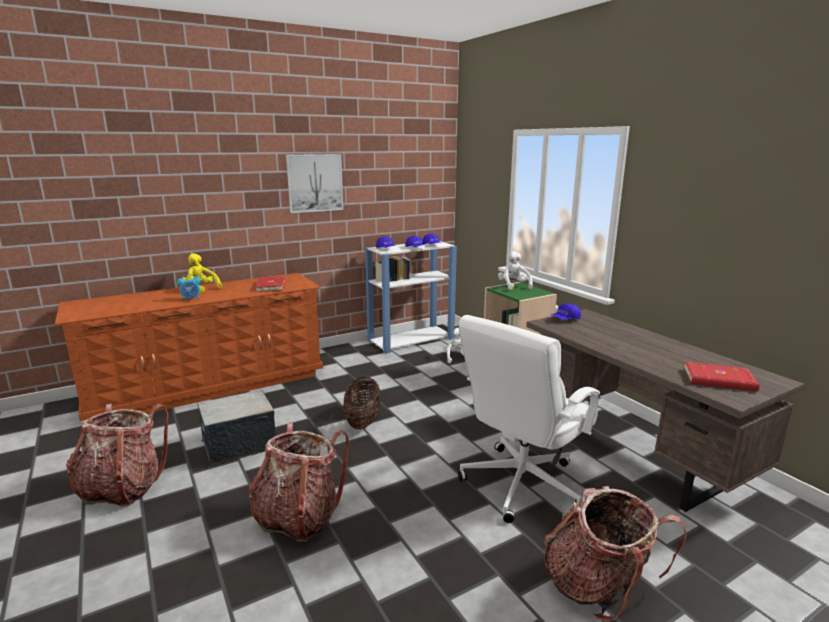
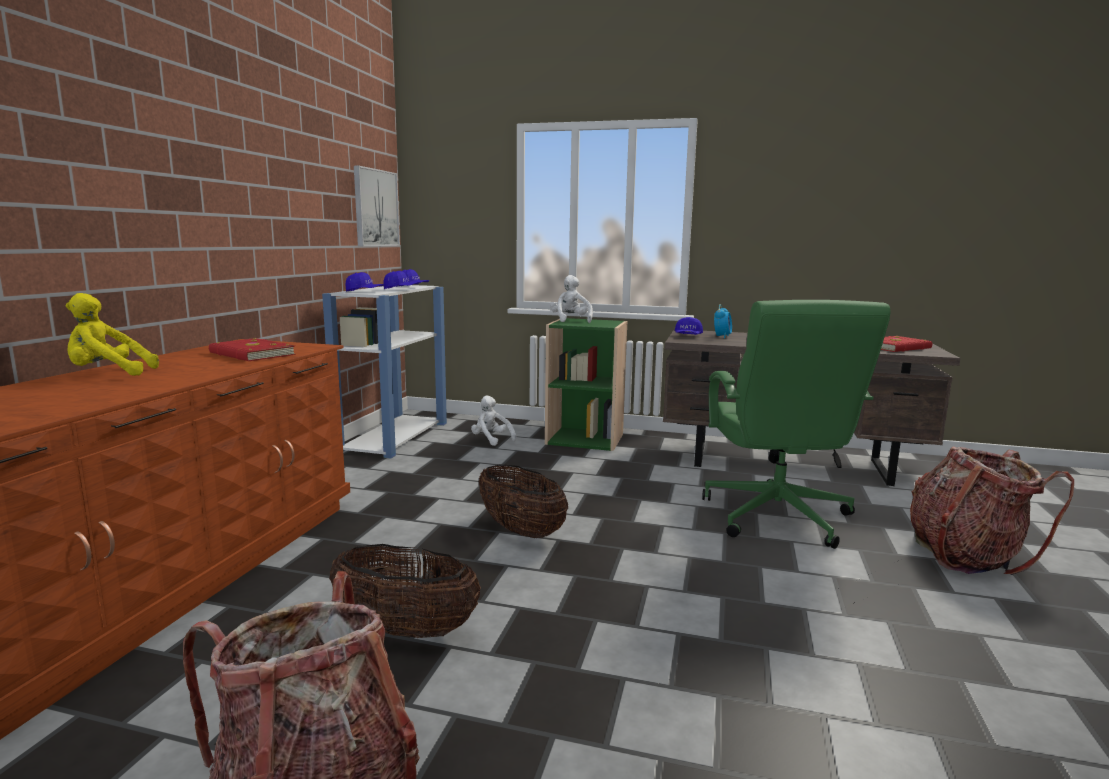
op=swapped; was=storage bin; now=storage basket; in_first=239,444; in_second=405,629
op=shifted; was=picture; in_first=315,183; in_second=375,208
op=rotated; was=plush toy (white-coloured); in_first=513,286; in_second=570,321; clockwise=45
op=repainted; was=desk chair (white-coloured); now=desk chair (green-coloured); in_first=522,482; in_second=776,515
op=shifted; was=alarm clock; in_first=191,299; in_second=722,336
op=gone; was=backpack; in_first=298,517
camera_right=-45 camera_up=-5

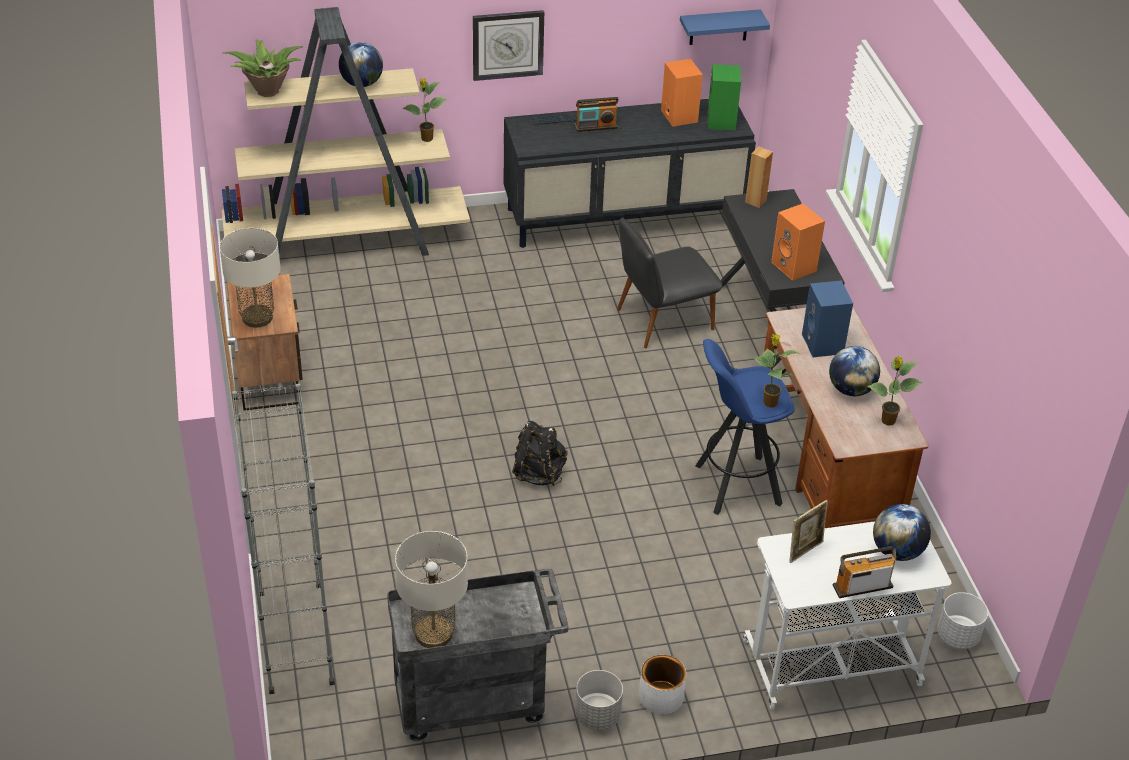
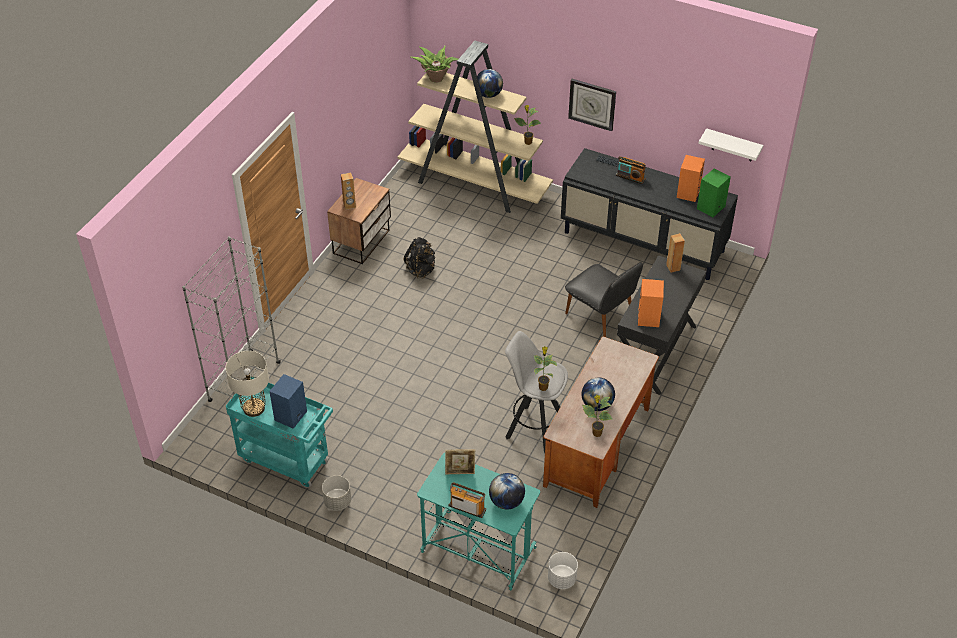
op=repainted; was=wheeled cart (black-coloured); now=wheeled cart (turquoise); in_first=477,708; in_second=288,464
op=shifted; was=loudspeaker (bluish); in_first=823,344; in_second=291,416
op=swapped; was=lamp for a table; now=loudspeaker (brownish); in_first=257,318; in_second=349,205
op=shifted; was=backpack (black-coloured); in_first=539,473; in_second=421,269
op=repainted; was=desk (white-coloured); now=desk (turquoise); in_first=831,663; in_second=478,550
op=repainted; was=stool seat (bluish); now=stool seat (grey); in_first=735,485; in_second=534,428
op=rotated; was=chair (black-coloured); in_first=665,319; in_second=599,315; clockwise=-150
op=repainted; was=shelf (bluish); now=shelf (white-coloured); in_first=719,27; in_second=733,145
op=gone; was=planter (white-coloured); in_first=660,697
camera_right=40 camera_up=5

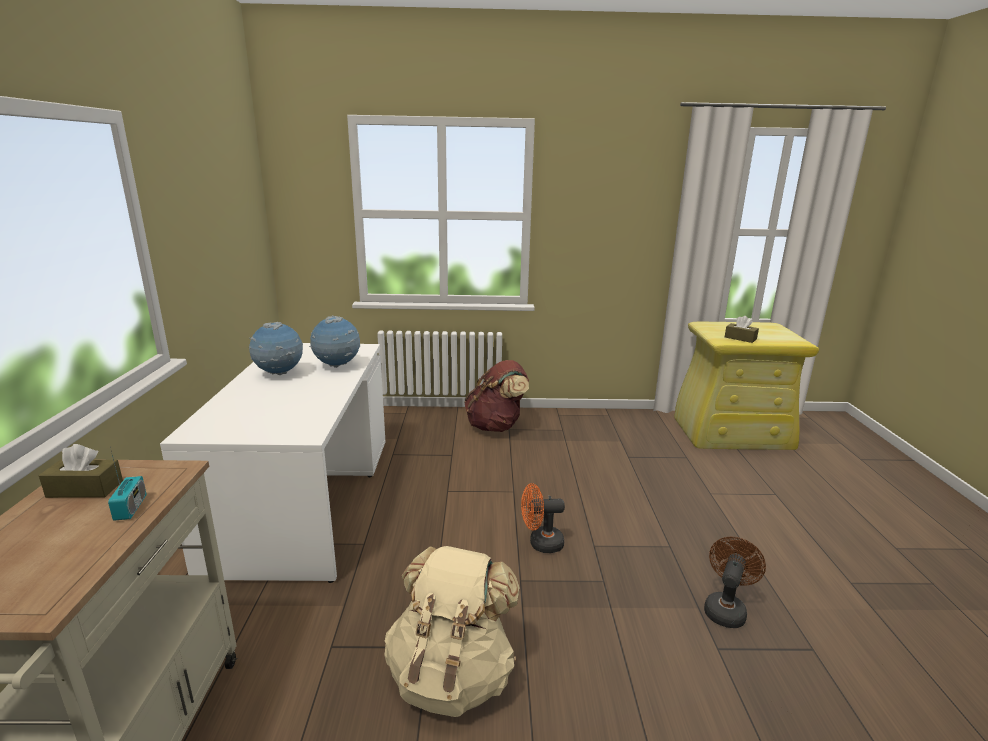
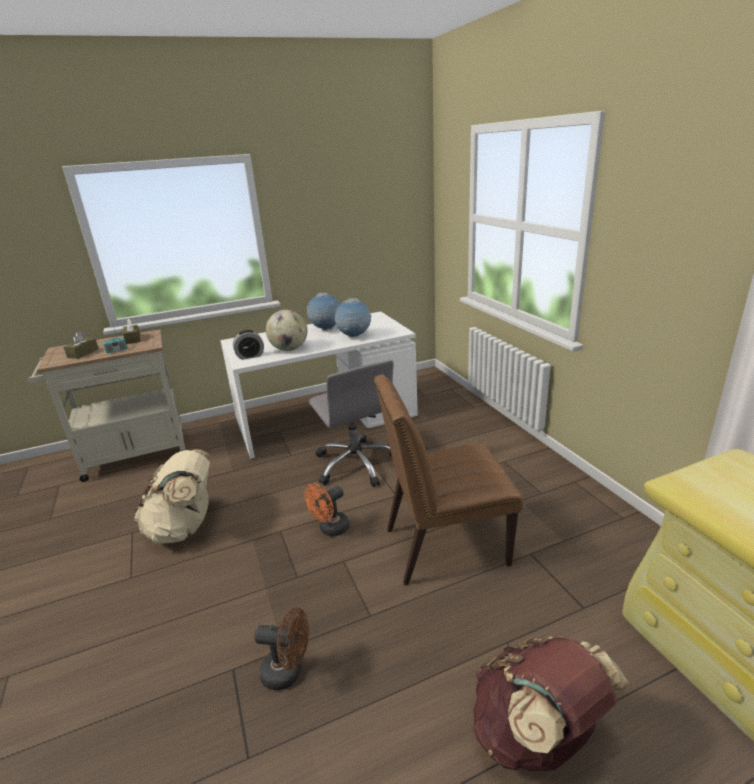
op=shifted; was=tissue holder (brownish); in_first=740,338; in_second=83,353
op=new; now=alarm clock; in_second=250,356
op=new; now=globe; in_second=289,349
op=rotated; was=cooling fan (orangey); in_first=540,543; in_second=330,529; clockwise=-105
op=new; now=desk chair (grey); in_second=356,464
op=new; now=chair (brownish); in_second=446,546
op=shifted; was=backpack (brownish); in_first=496,426; in_second=535,736
camera_right=70 camera_up=5

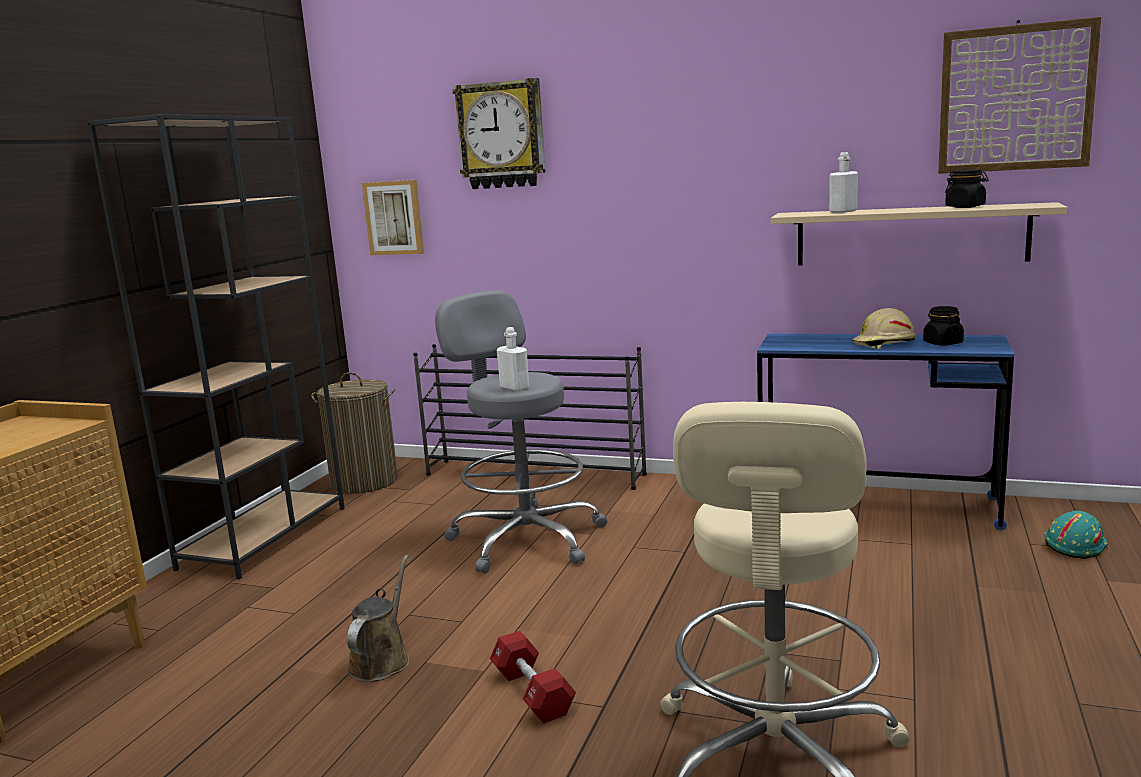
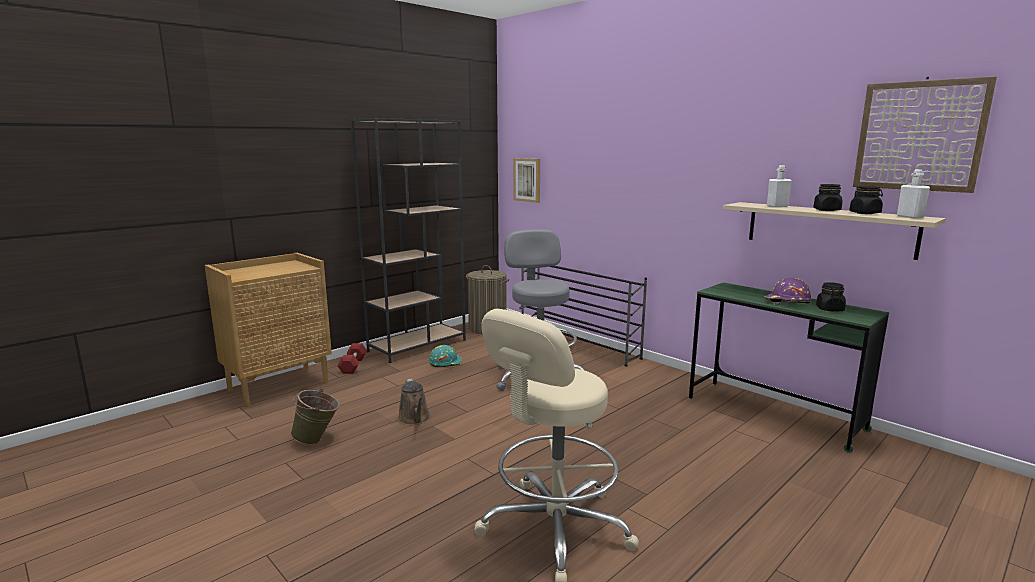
op=new; now=bucket (green-coloured); in_second=318,440
op=shifted; was=free weight (red); in_first=532,693; in_second=353,365
op=rotated; was=sprinkling can (brownish); in_first=382,660; in_second=415,419; clockwise=120
op=shifted; was=hard hat (turquoise); in_first=1074,546; in_second=445,362
op=repainted; was=desk (bluish); now=desk (green-coloured); in_first=877,505; in_second=773,413
op=repainted; was=hard hat (beige-coloured); now=hard hat (purple); in_first=883,344; in_second=786,302
op=new; now=preserve jar (black-coloured); in_second=827,210
op=shifted; was=beverage bottle (white-coloured); in_first=514,388; in_second=910,217
op=gone; was=wall clock; in_first=502,135
camera_right=25 camera_up=0

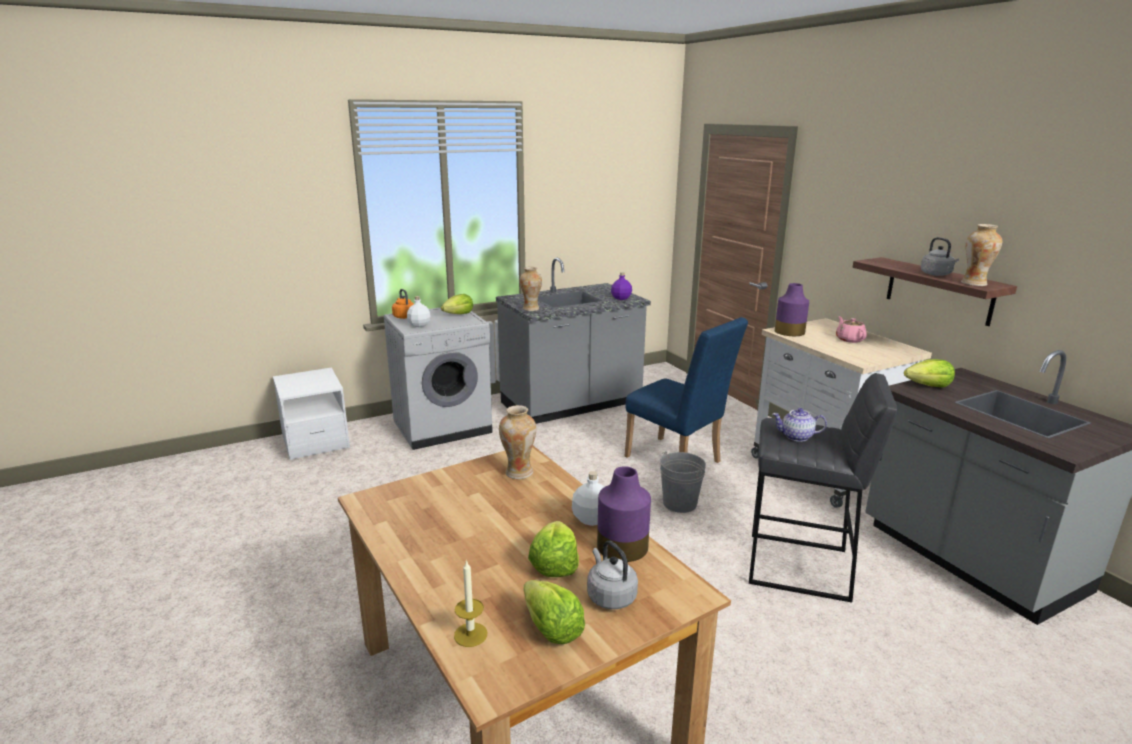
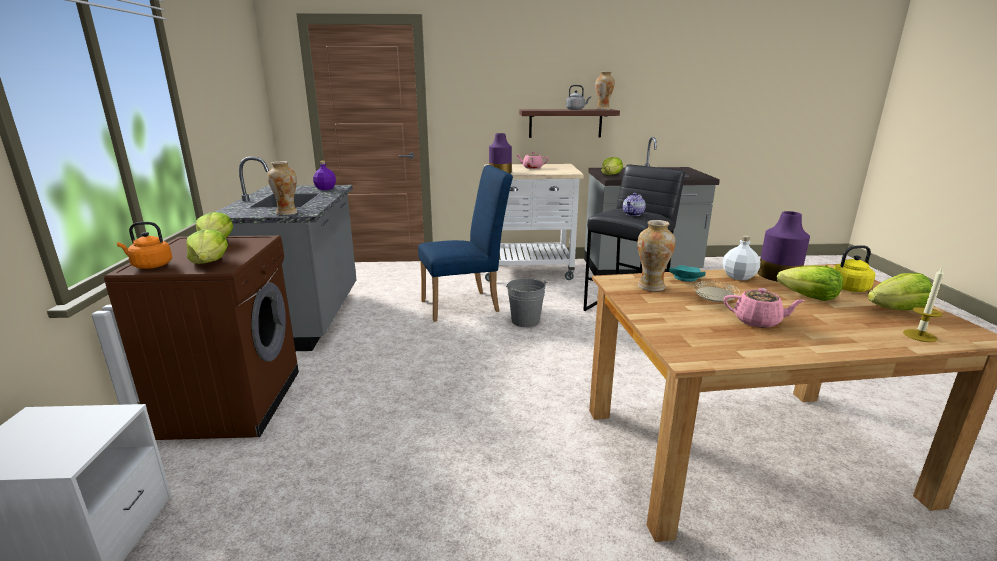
op=repainted; was=washing machine (white-coloured); now=washing machine (brownish); in_first=443,428; in_second=236,403
op=swapped; was=beverage bottle (white-coloured); now=lettuce head; in_first=419,325; in_second=209,262
op=new; now=flat dish (turquoise); in_second=685,279
op=new; now=flat dish (beige-coloured); in_second=714,302
op=new; now=tea pot (pink); in_second=758,321
op=repainted; was=tea kettle (grey); now=tea kettle (yellow); in_first=610,596; in_second=847,288
camera_right=-65 camera_up=0

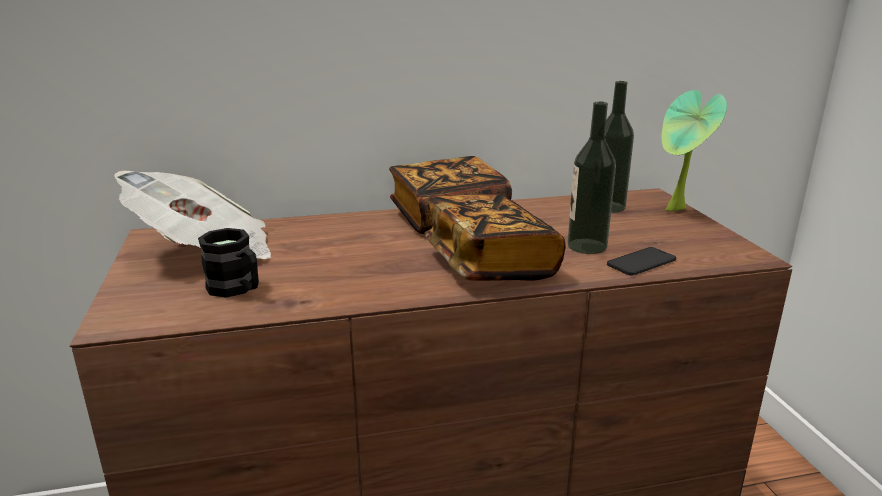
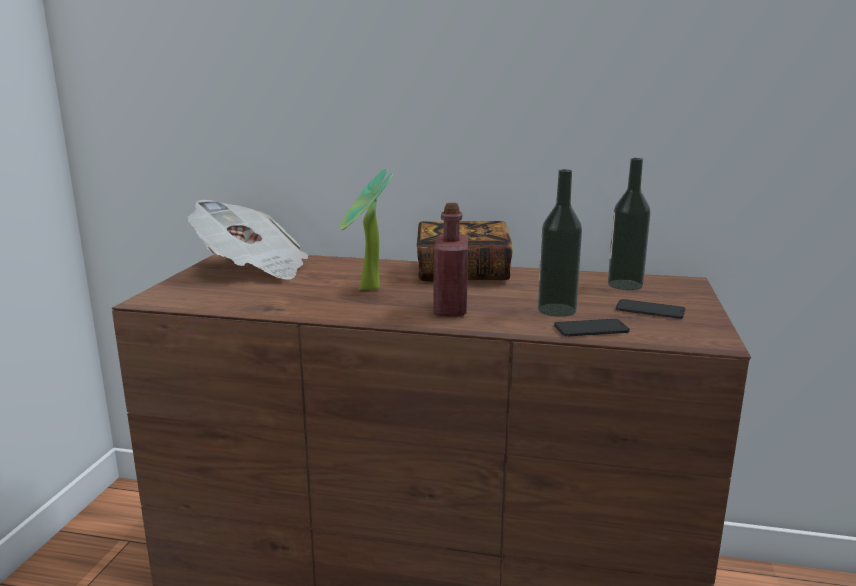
op=shifted; was=potted plant; in_first=676,211; in_second=367,290
op=swapped; was=bound book; now=beverage bottle (red); in_first=489,264; in_second=450,309
op=new; now=phone; in_second=650,310
op=gone; was=tea mug (black-coloured); in_first=237,289
camera_right=25 camera_up=-5

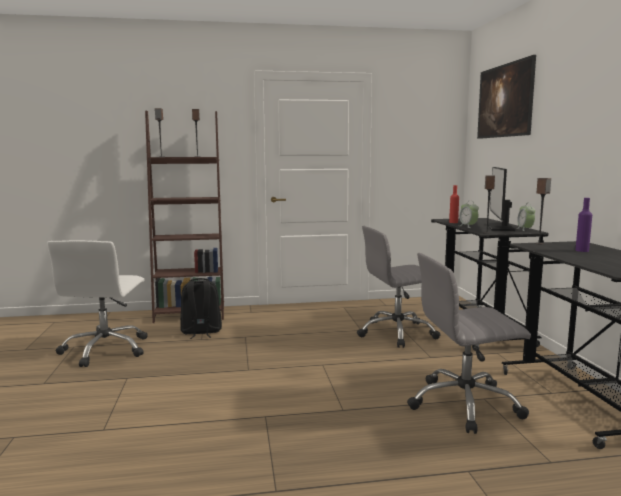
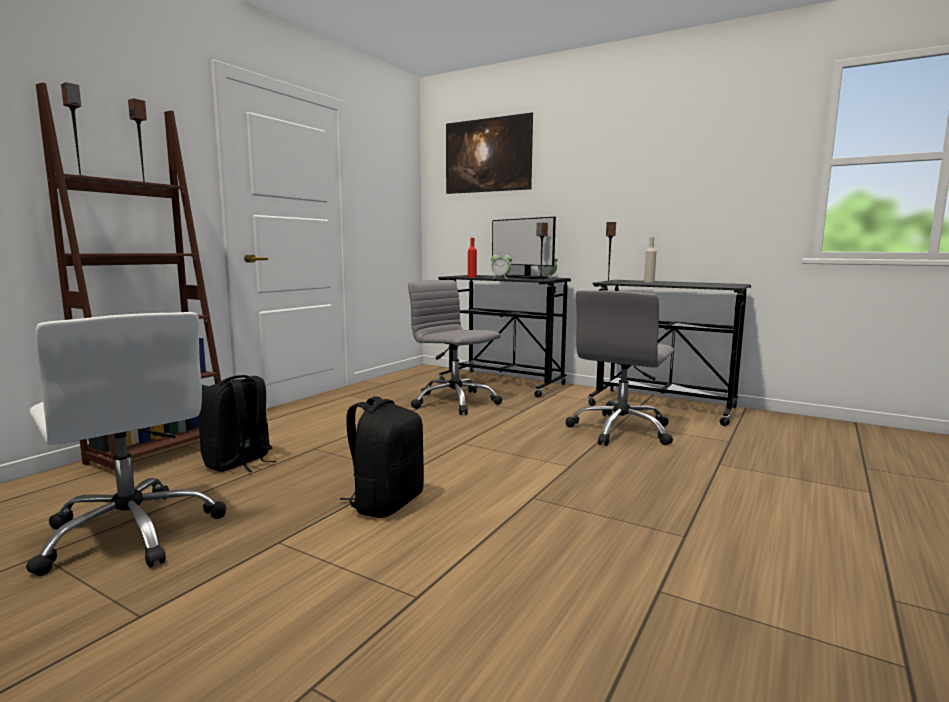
op=new; now=backpack (black-coloured); in_second=386,503
op=rotated; was=desk chair (grey); in_first=396,333; in_second=454,402; clockwise=105
op=repainted; was=beverage bottle (purple); now=beverage bottle (beige-coloured); in_first=582,250; in_second=649,282
camera_right=-50 camera_up=0

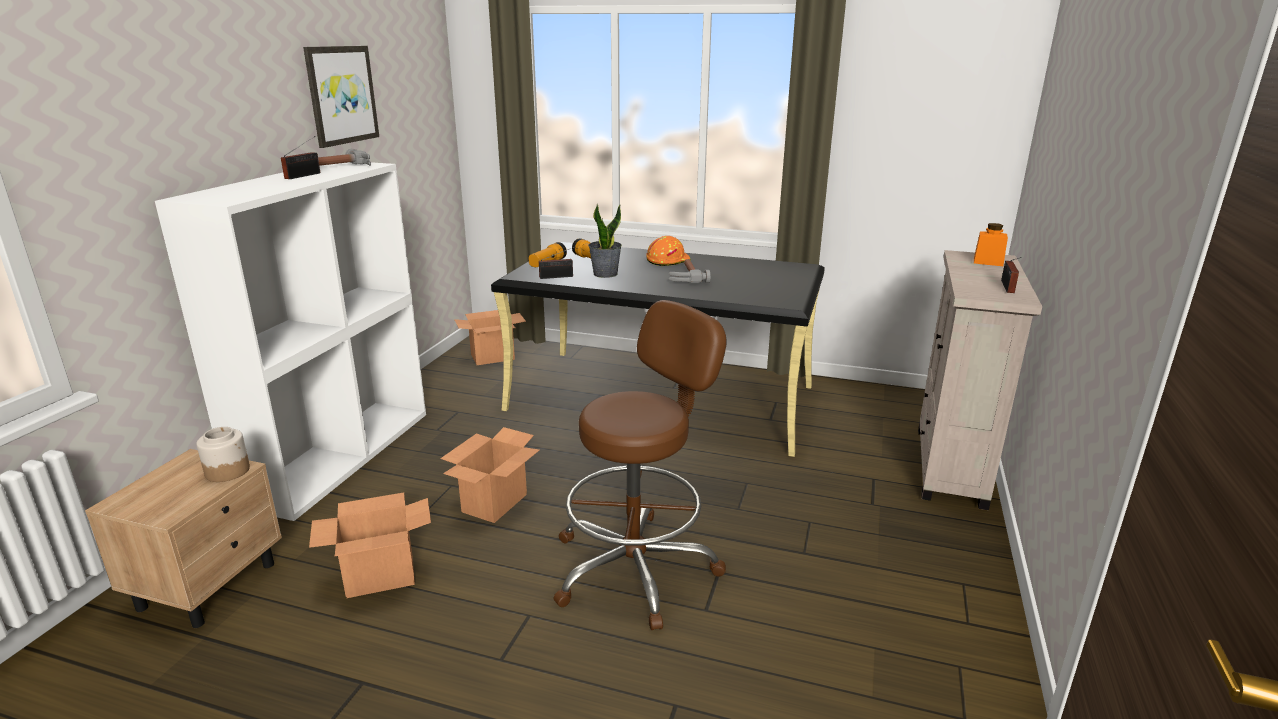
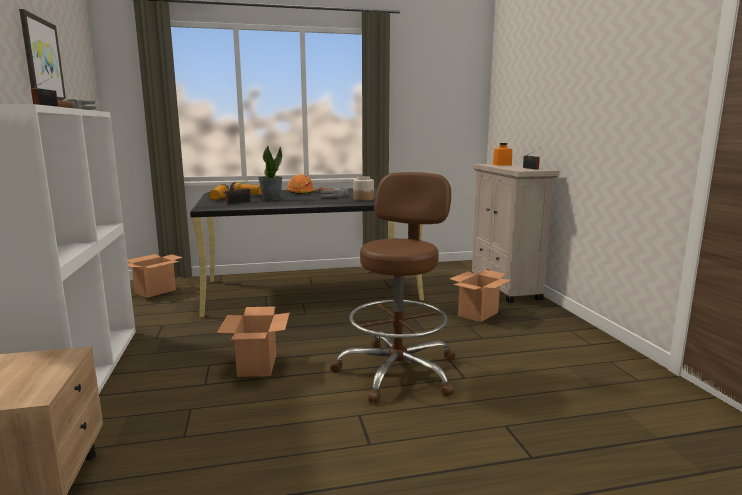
op=shifted; was=preserve jar; in_first=227,471; in_second=363,199
op=shifted; was=packing box; in_first=379,577; in_second=478,314
camera_right=-30 camera_up=-10

